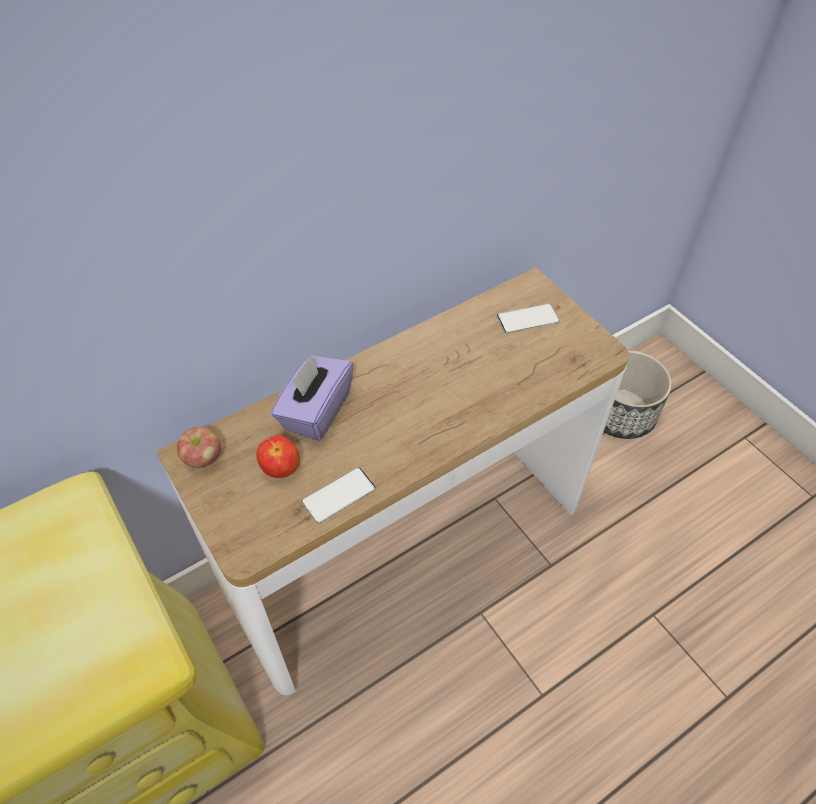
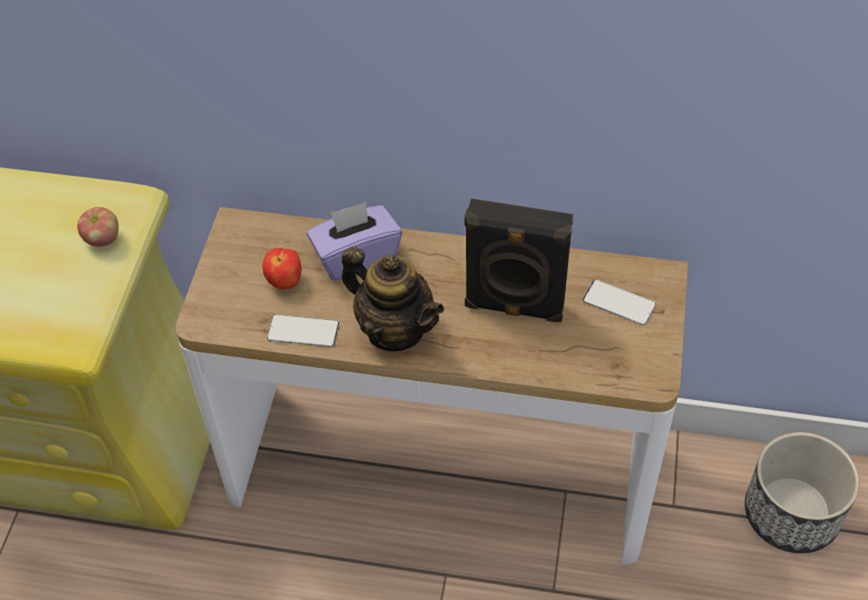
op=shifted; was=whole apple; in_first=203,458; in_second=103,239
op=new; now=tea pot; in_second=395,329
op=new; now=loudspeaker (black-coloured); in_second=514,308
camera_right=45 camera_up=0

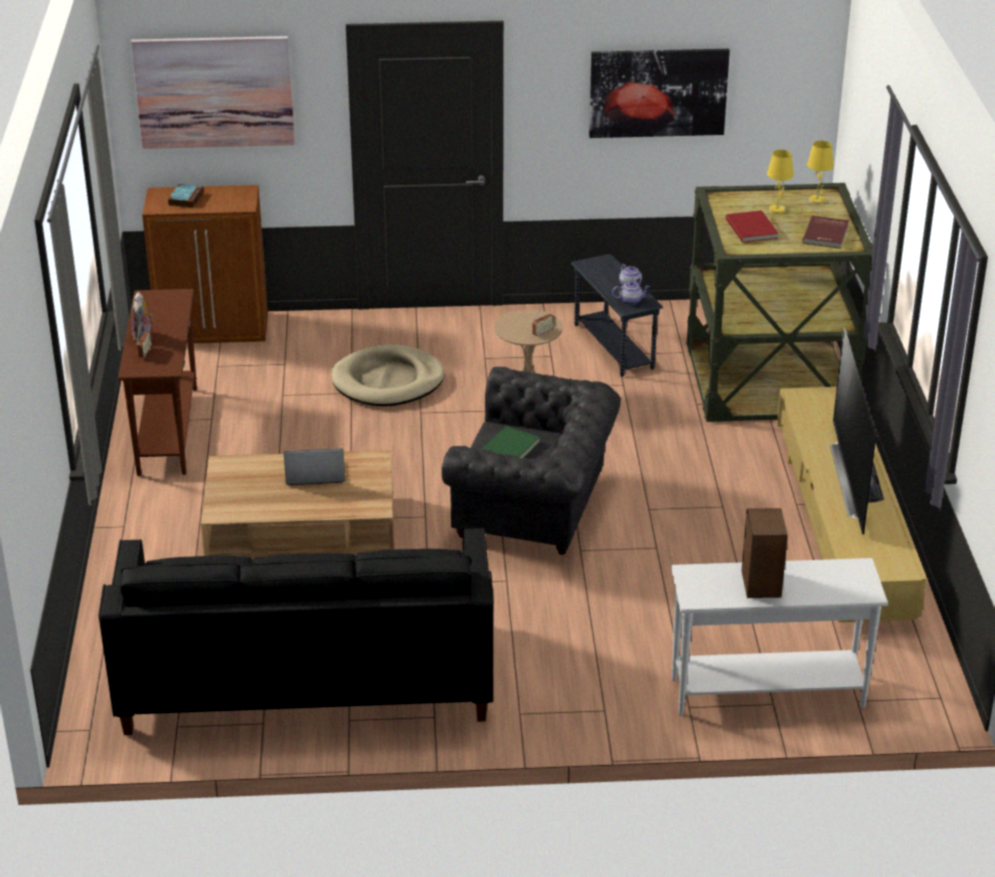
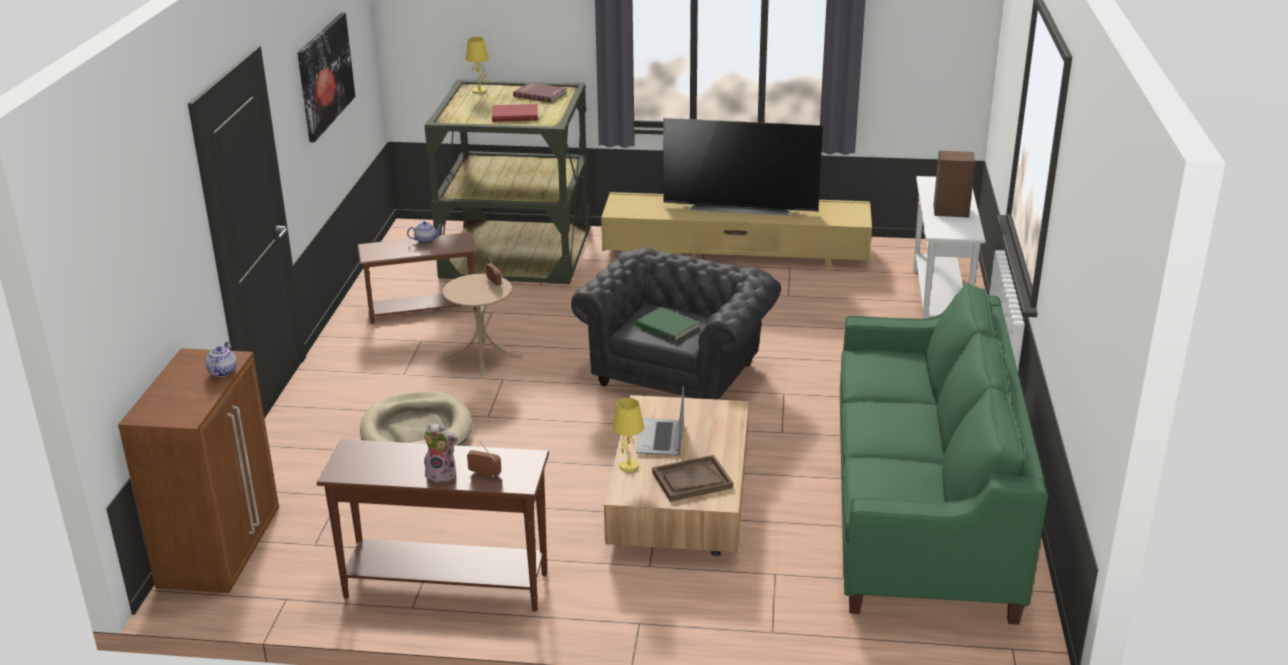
op=shifted; was=tea pot; in_first=630,301; in_second=222,371
op=repainted; was=side table (grey); now=side table (brownish); in_first=614,346; in_second=423,310
op=shifted; was=lamp for a table (yellow); in_first=777,210; in_second=628,466
op=new; now=serving tray (brownish); in_second=692,480
op=repainted; was=sofa (black-coloured); now=sofa (green-coloured); in_first=306,676; in_second=921,507
op=gone; was=picture; in_first=214,92
op=gone; was=bound book; in_first=186,198
camera_right=-80 camera_up=-5

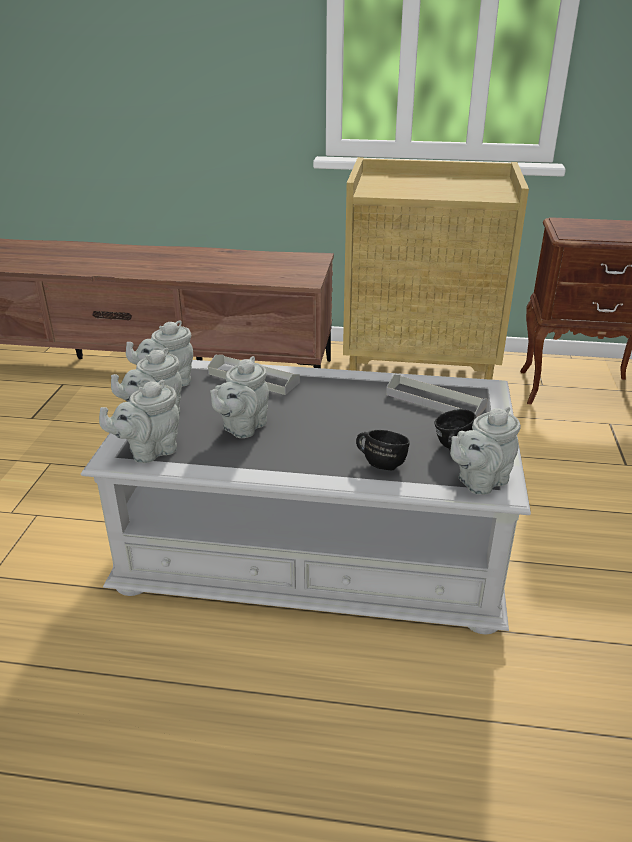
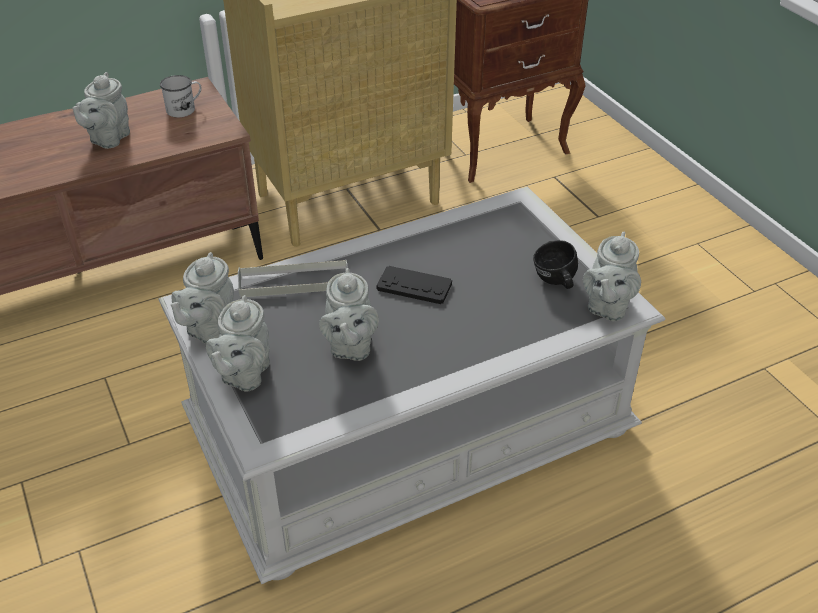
op=shifted; was=tea pot (grey); in_first=149,451; in_second=108,139
op=new; now=tea mug (white-coloured); in_second=185,109
op=new; now=gamepad (black-coloured); in_second=414,286
op=gone; was=tea mug (black-coloured); in_first=380,462
op=gone; was=serving tray (grey); in_first=435,401
camera_right=-35 camera_up=10

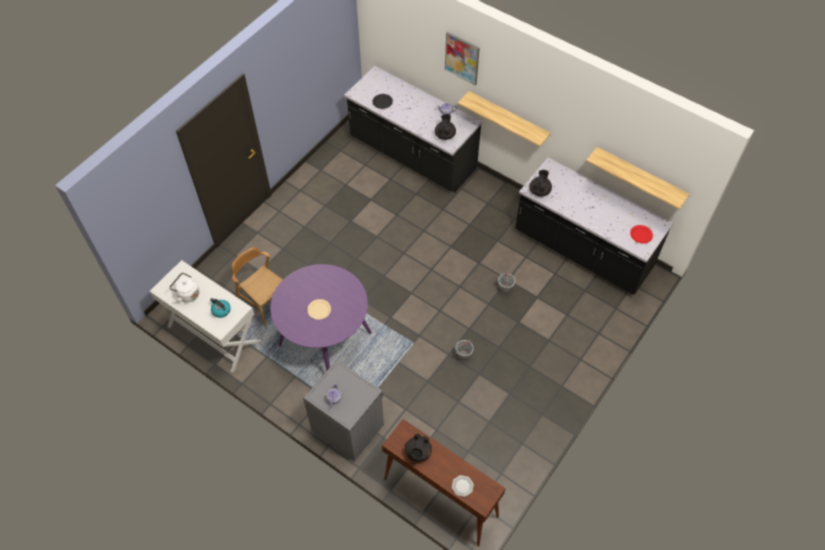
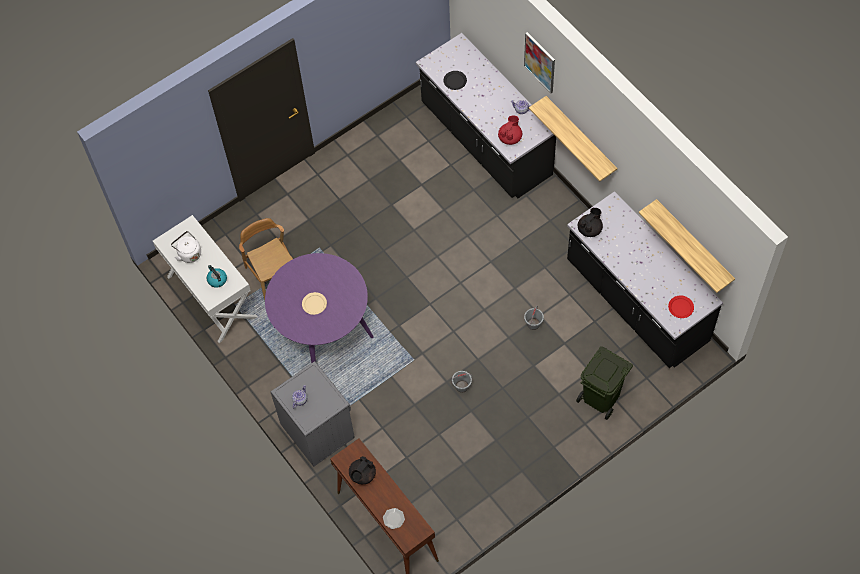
op=repainted; was=tea pot (black-coloured); now=tea pot (red); in_first=445,135; in_second=510,137
op=new; now=waste bin (green-coloured); in_second=601,397
camera_right=20 camera_up=5

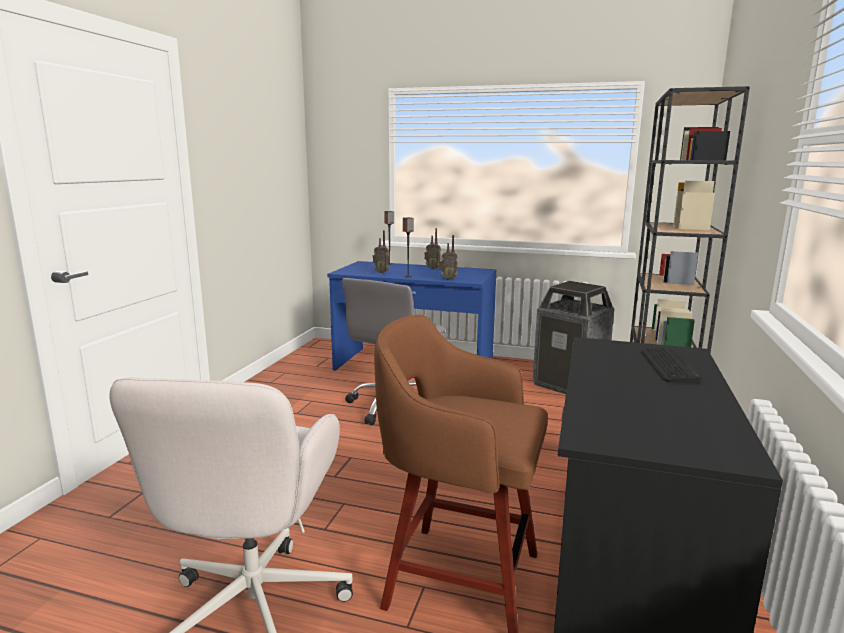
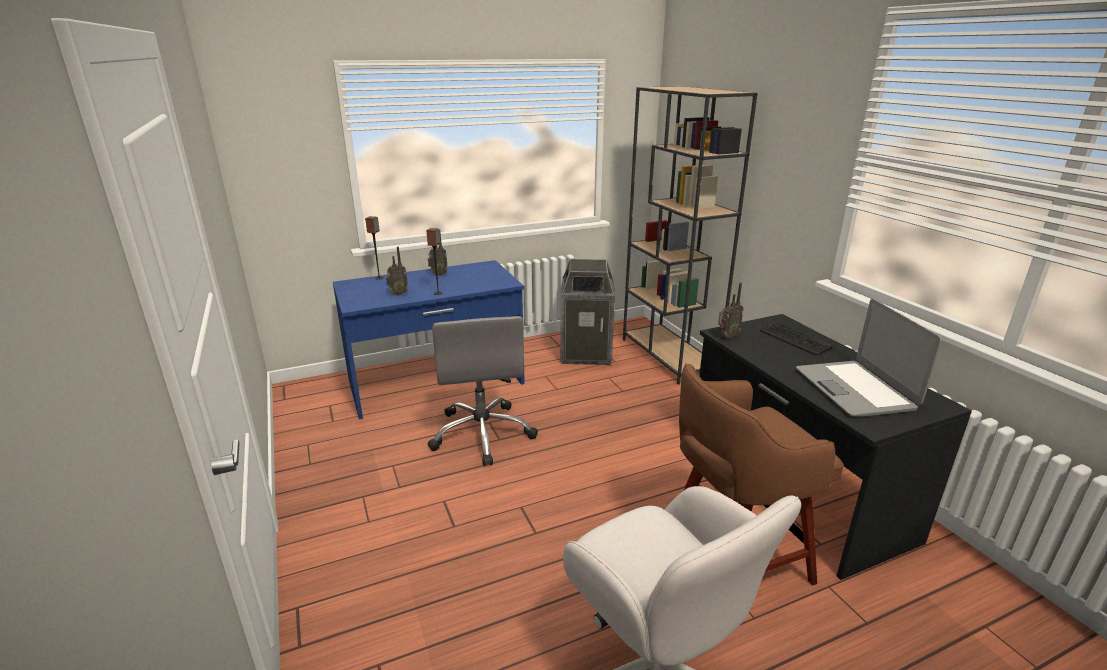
op=shifted; was=radio; in_first=448,279; in_second=727,337
op=new; now=laptop; in_second=855,389
camera_right=-40 camera_up=10

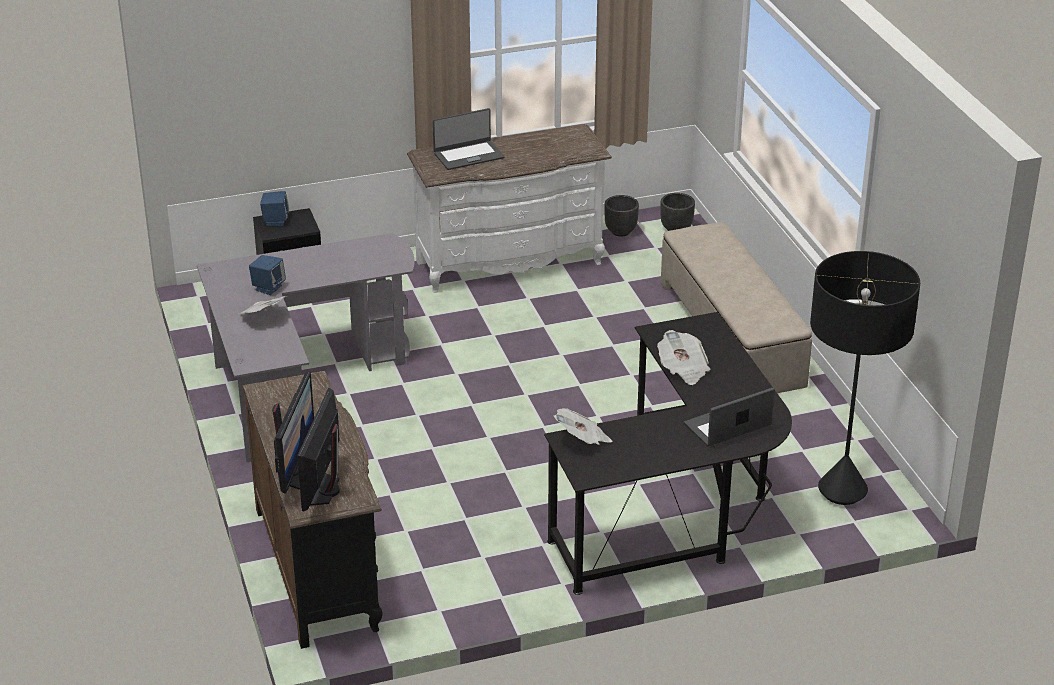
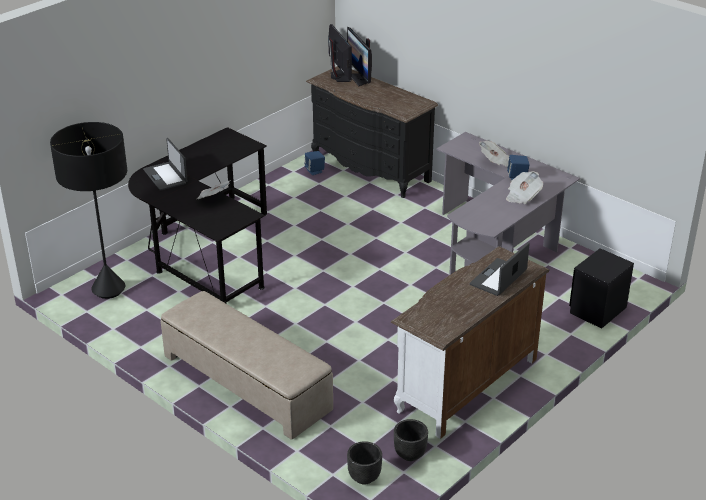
op=rotated; was=laptop; in_first=728,426; in_second=166,176; clockwise=120
op=shifted; was=loudspeaker (bluish); in_first=275,221; in_second=314,171
op=shifted; was=printed paper; in_first=583,440; in_second=522,196
camera_right=150 camera_up=0

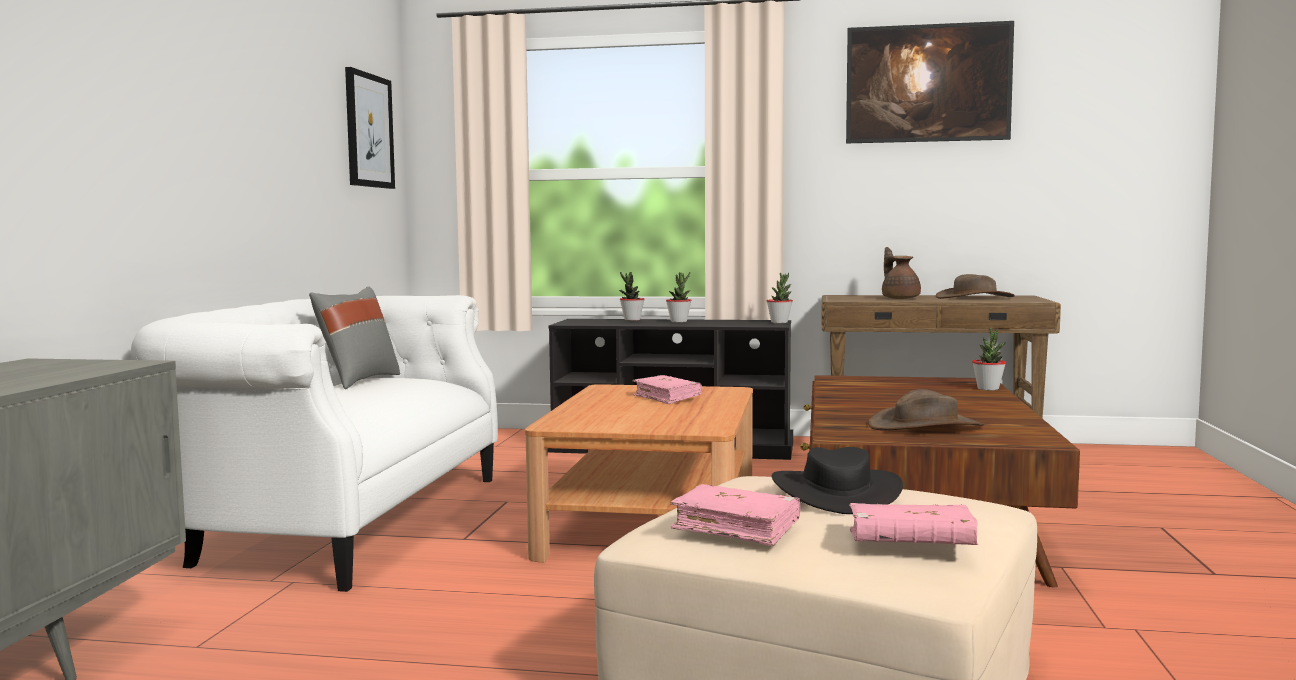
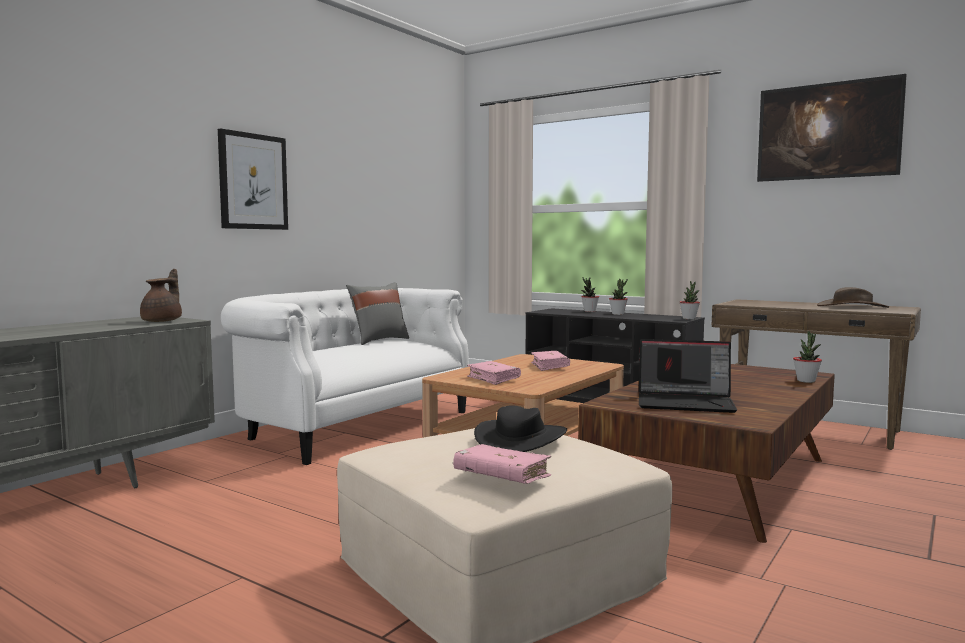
op=shifted; was=tea pot (brownish); in_first=900,298; in_second=163,321
op=shifted; was=picture; in_first=368,131; in_second=253,181
op=shifted; was=bound book (pink); in_first=736,528; in_second=493,379
op=swapped; was=wearable hat (brownish); now=laptop; in_first=925,426; in_second=686,403
camera_right=25 camera_up=0

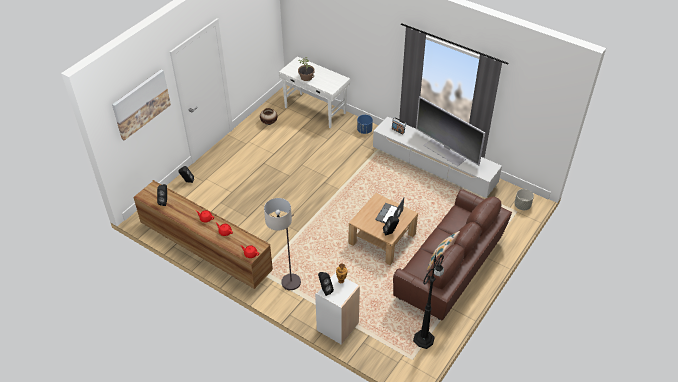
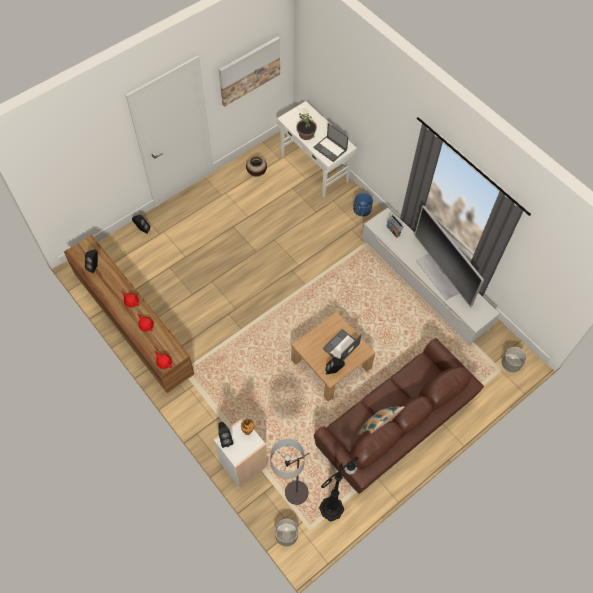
op=shifted; was=picture; in_first=141,104; in_second=249,70
op=shifted; was=standing lamp (grey); in_first=286,286; in_second=290,496
op=new; now=planter (grey); in_second=286,535
op=new; now=laptop; in_second=330,149
camera_right=15 camera_up=15

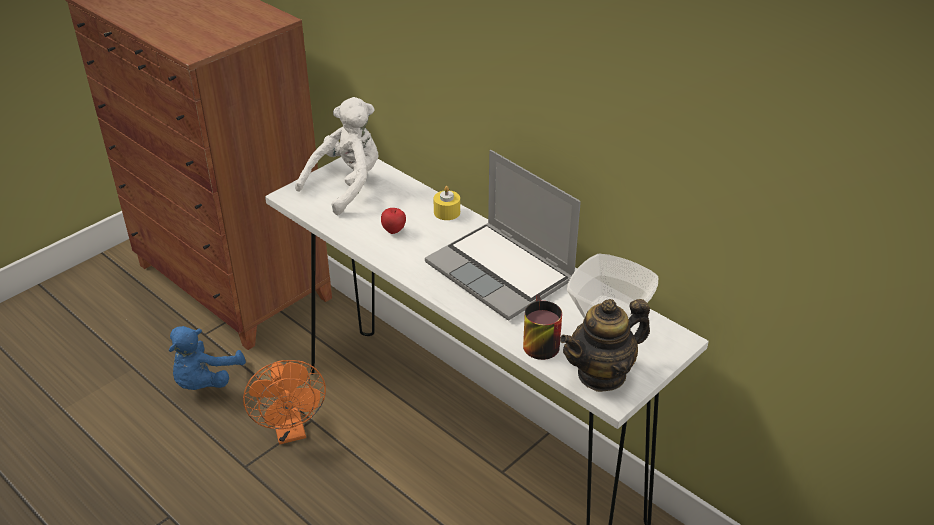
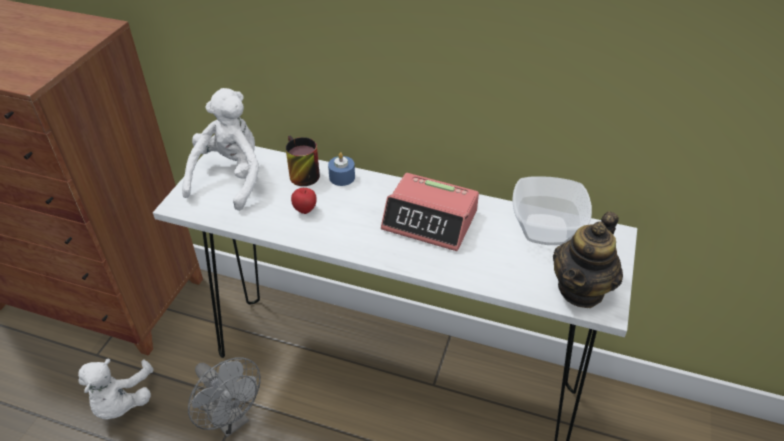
op=repainted; was=plush toy (bluish); now=plush toy (white-coloured); in_first=205,381; in_second=121,402
op=repainted; was=cooling fan (orangey); now=cooling fan (grey); in_first=291,431; in_second=231,420
op=shifted; was=tea mug; in_first=536,342; in_second=299,174
op=repainted; was=wax candle (yellow); now=wax candle (bluish); in_first=447,212; in_second=342,177
op=swapped; was=laptop; now=alarm clock; in_first=502,273; in_second=430,220
camera_right=-25 camera_up=5

